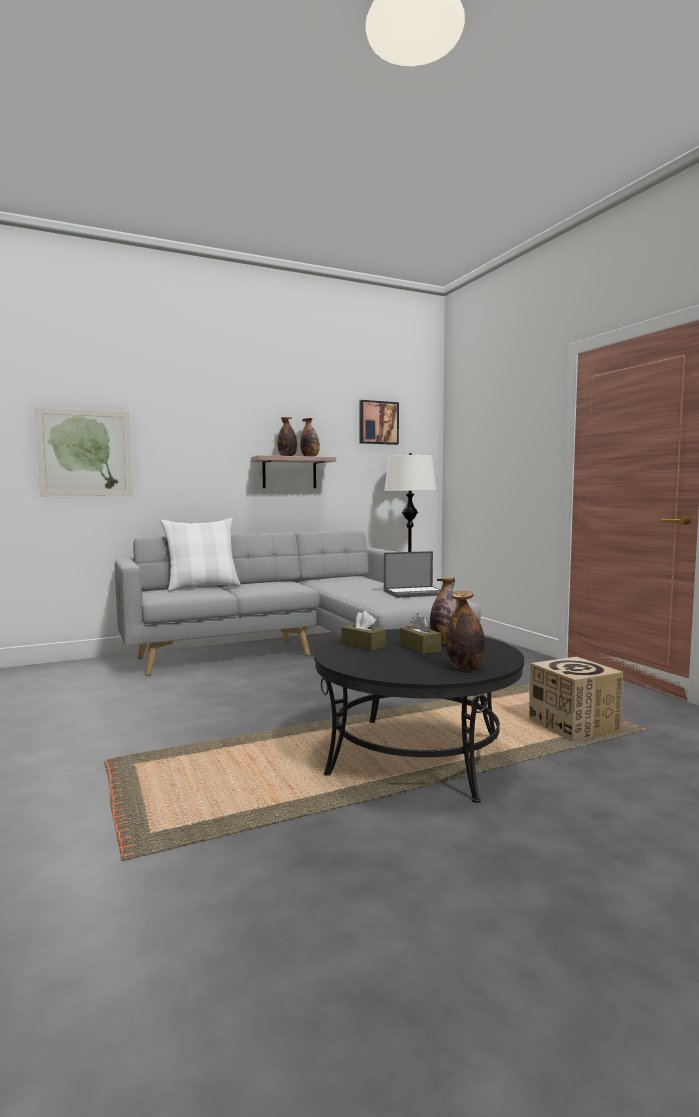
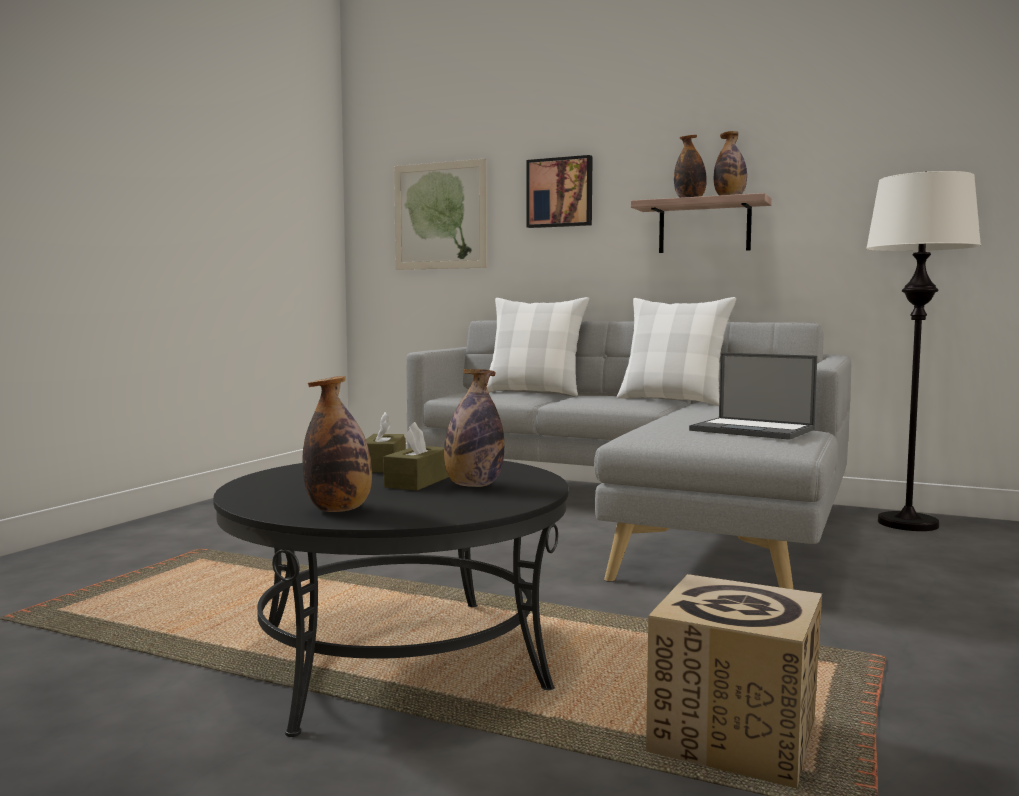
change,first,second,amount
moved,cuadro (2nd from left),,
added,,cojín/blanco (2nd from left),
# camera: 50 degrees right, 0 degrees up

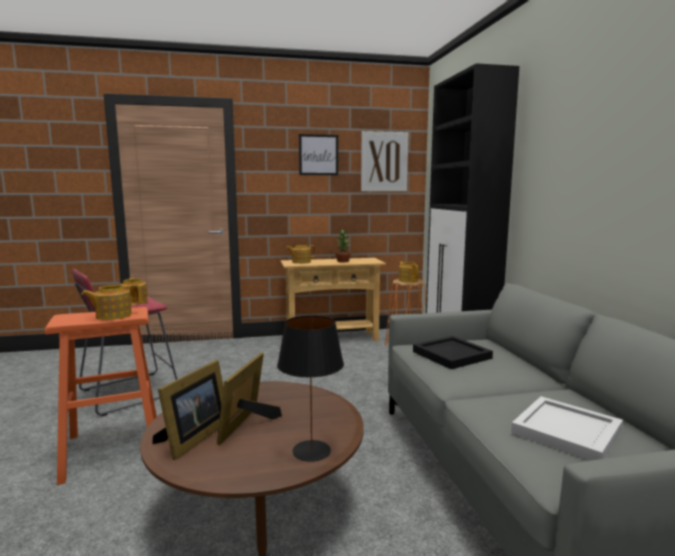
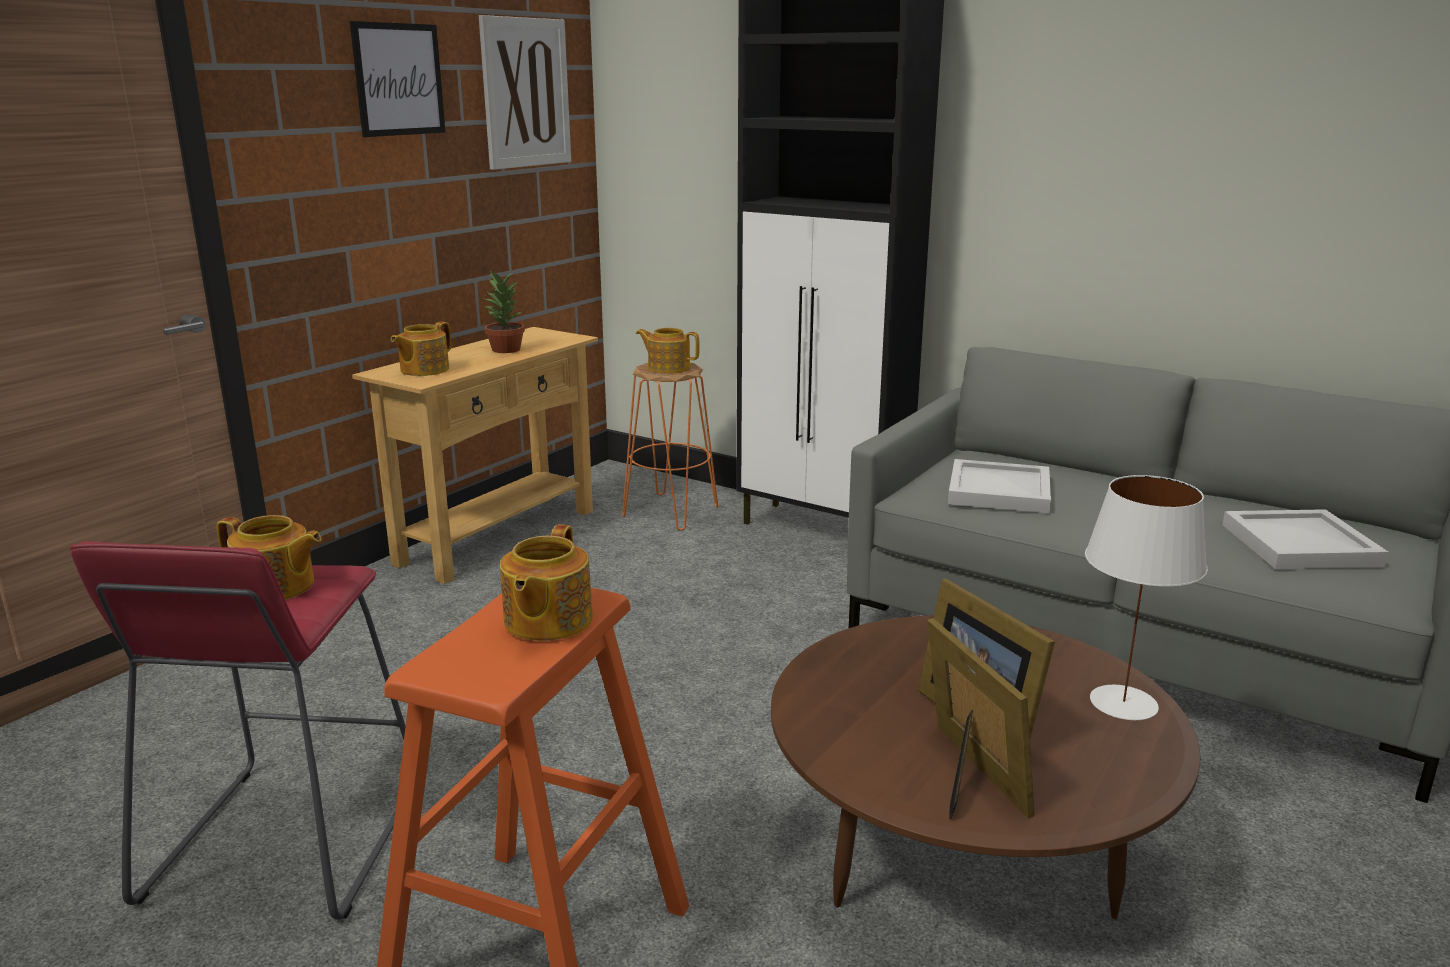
change,first,second,amount
recoloured,lámpara de mesa/negro,lámpara de mesa/blanco,
recoloured,bandeja/negro,bandeja/blanco (1st from left),
# camera: 45 degrees left, 10 degrees up

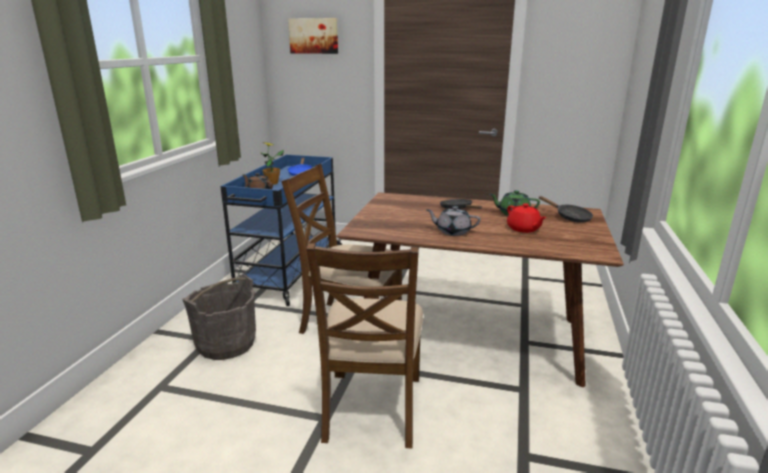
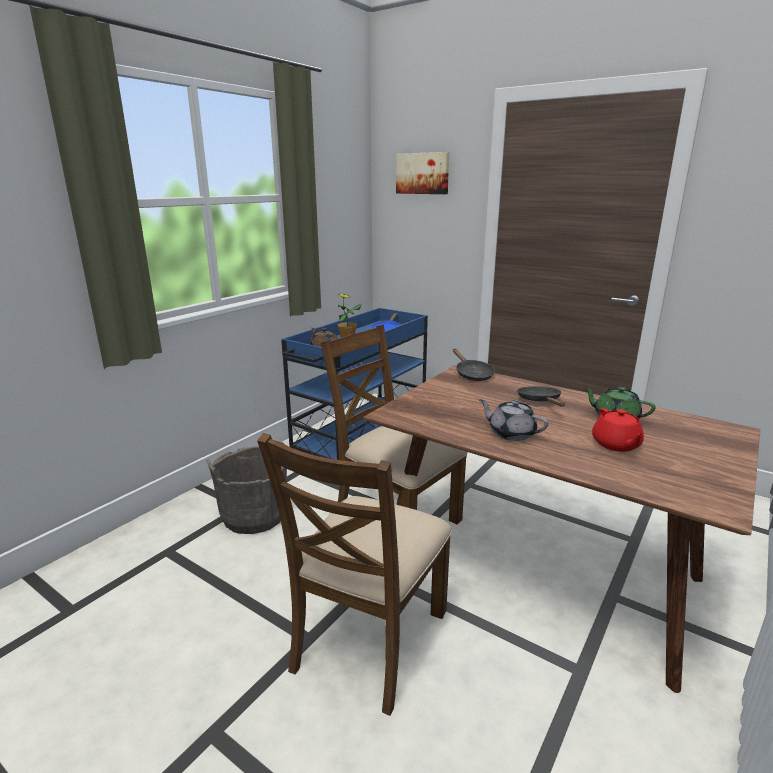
change,first,second,amount
moved,sartén/negro (2nd from left in the first image),sartén/negro (1st from left),
# camera: 20 degrees right, 0 degrees up

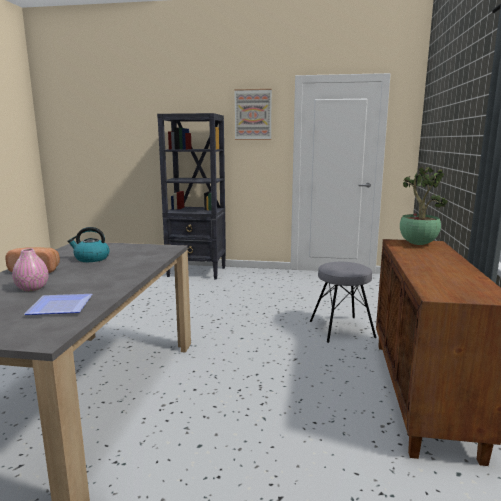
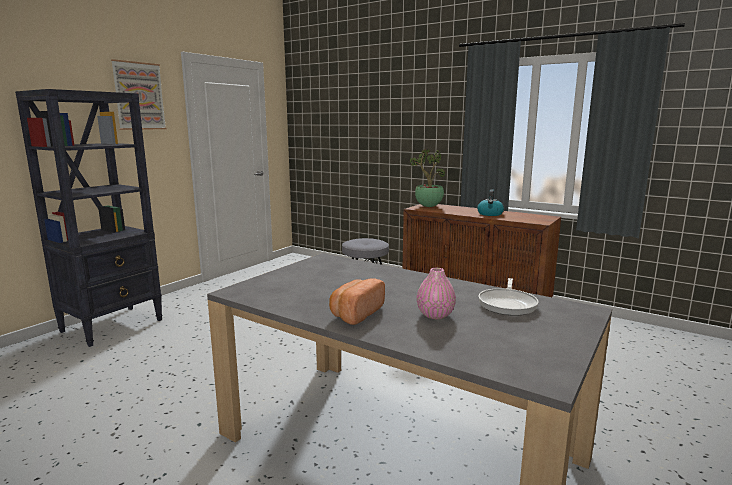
change,first,second,amount
moved,hervidor,,
replaced,plato,sartén,
# camera: 65 degrees left, 0 degrees up

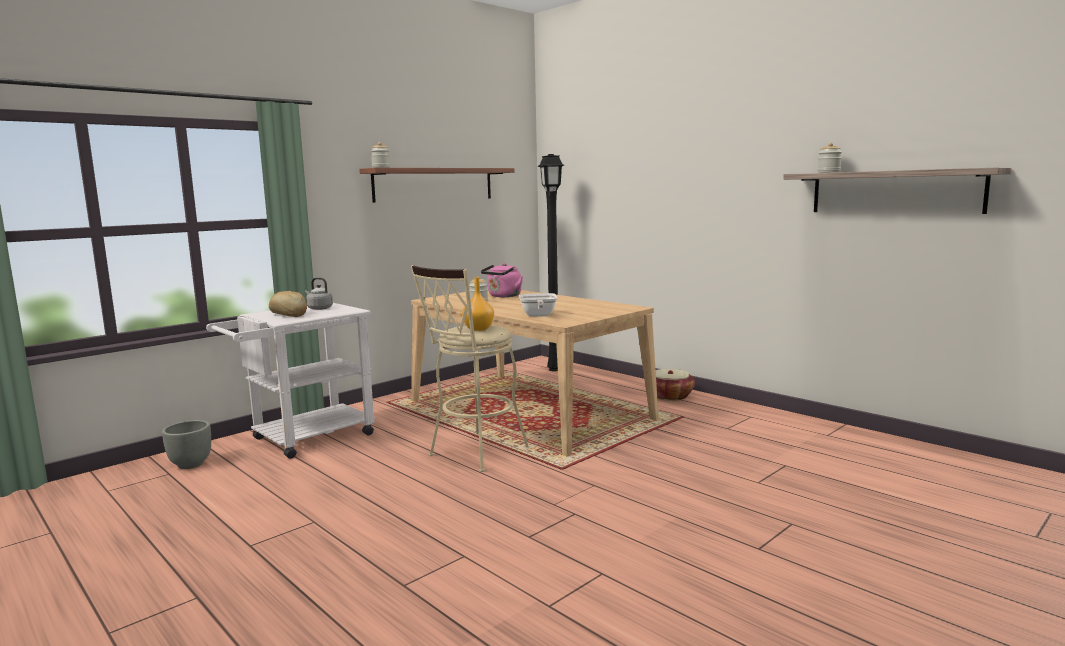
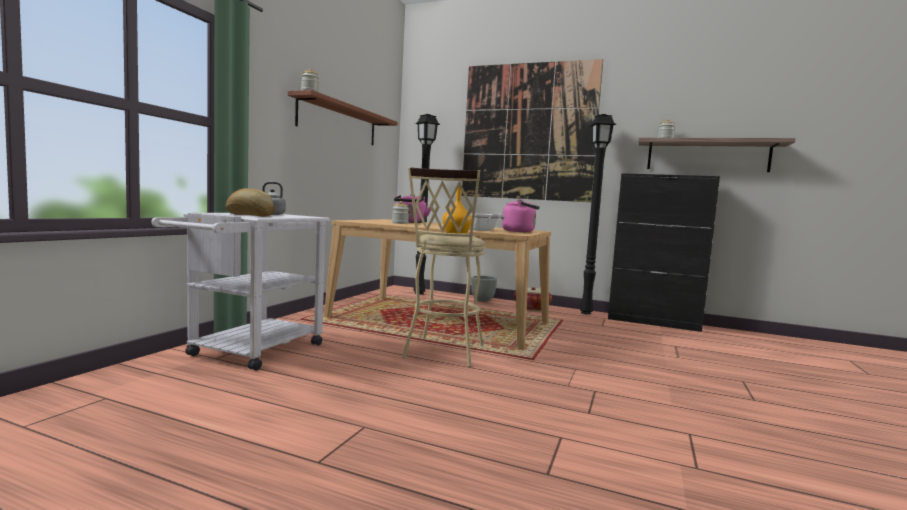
change,first,second,amount
moved,maceta/gris,,
added,,cuadro,
added,,lámpara de pie/negro (2nd from left),
added,,armario/negro,
added,,hervidor/rosa (2nd from left),
# camera: 25 degrees left, 5 degrees down

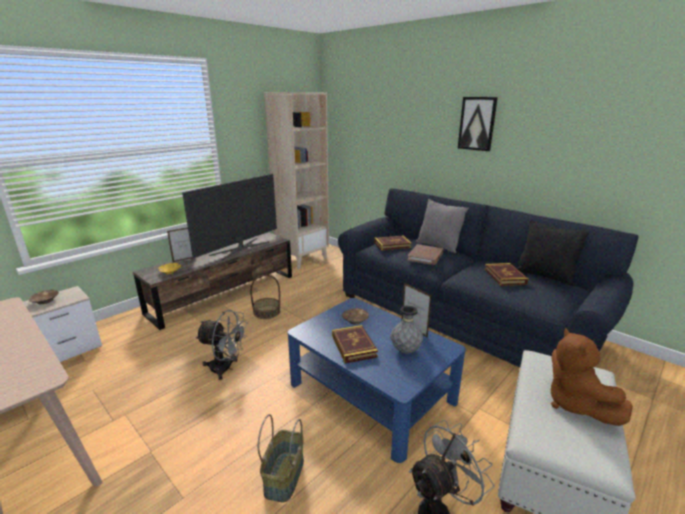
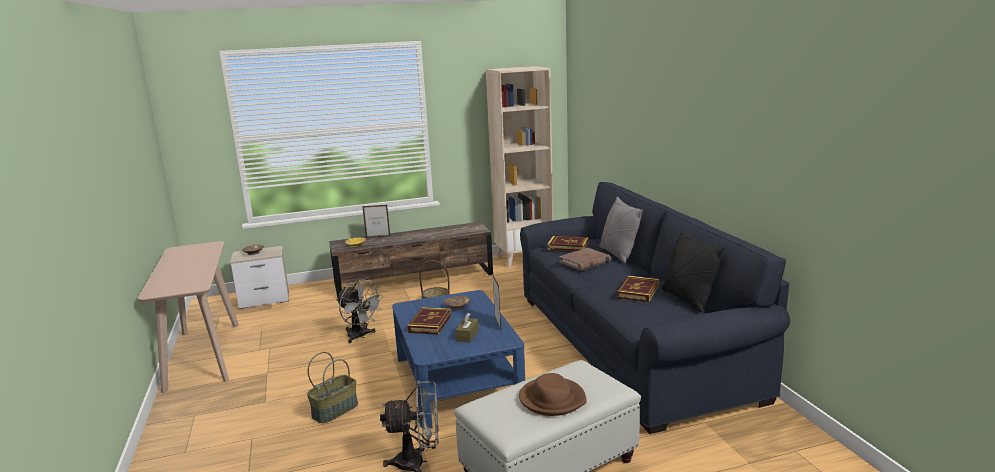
change,first,second,amount
removed,cuadro,,
removed,televisor,,
replaced,florero/gris,caja de pañuelos/marrón,
replaced,peluche/marrón,sombrero/marrón,
# camera: 30 degrees right, 5 degrees down

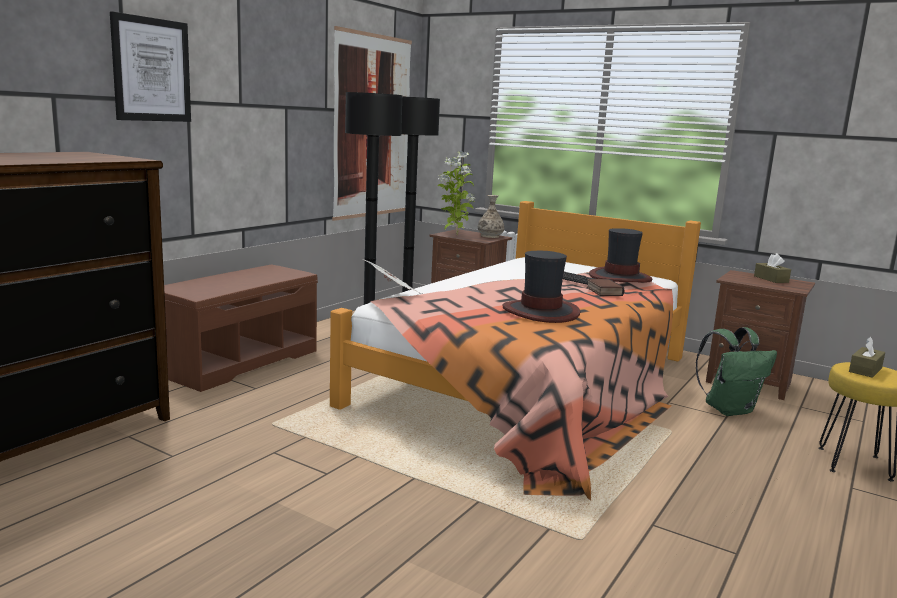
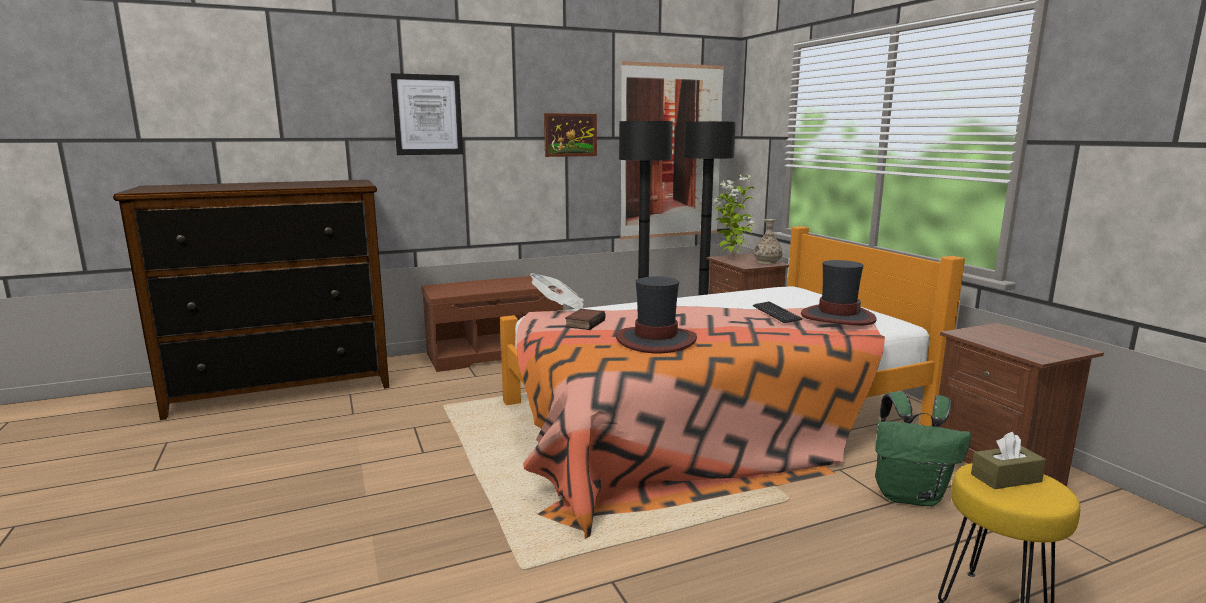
change,first,second,amount
removed,caja de pañuelos/marrón (1st from left),,
moved,libro,,
added,,cuadro (2nd from left),
# camera: 35 degrees right, 0 degrees up

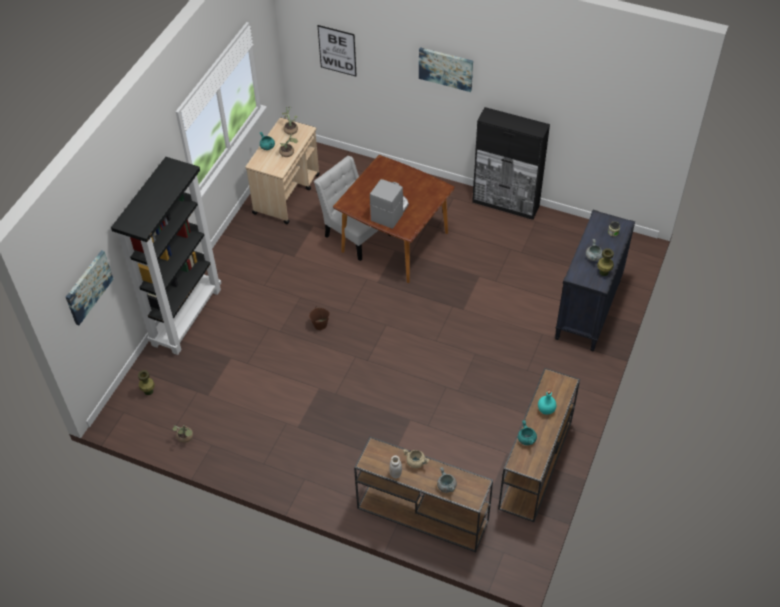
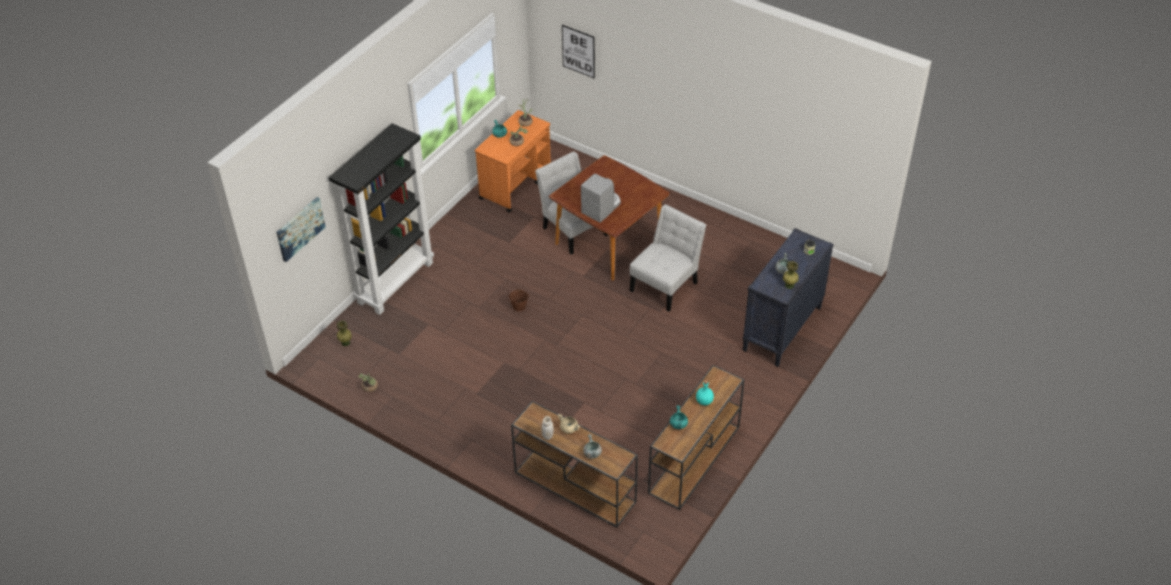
change,first,second,amount
removed,cuadro (3rd from left),,
removed,armario/negro,,
recoloured,carrito/beis,carrito/naranja,
added,,silla/blanco (2nd from left),
# camera: 10 degrees right, 5 degrees down

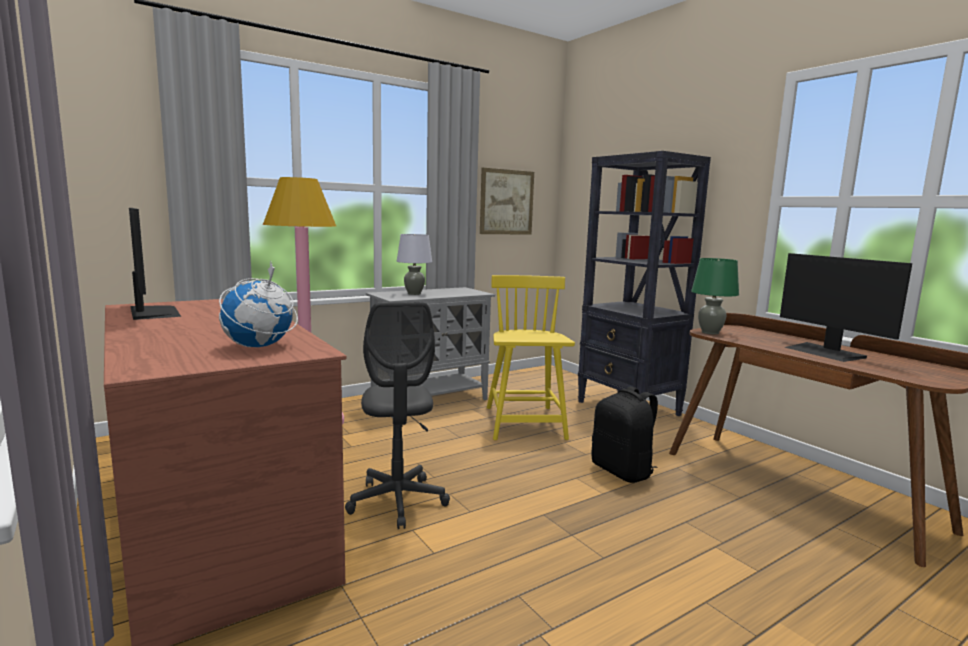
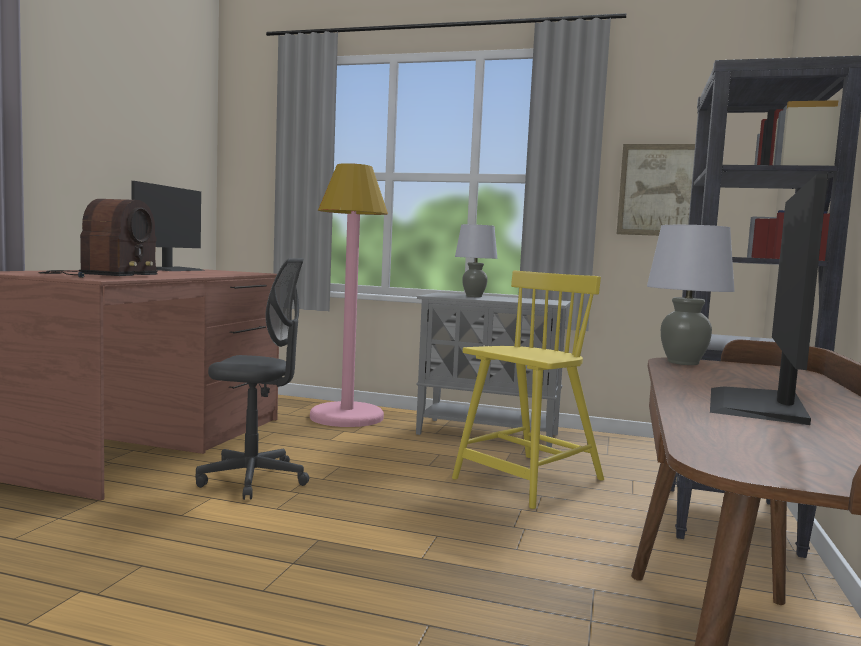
change,first,second,amount
recoloured,lámpara de mesa/verde,lámpara de mesa/gris (2nd from left),
replaced,globo terráqueo,radio,
turned,silla de oficina/gris,,120 degrees counterclockwise
removed,mochila/negro,,
# camera: 50 degrees right, 5 degrees down

